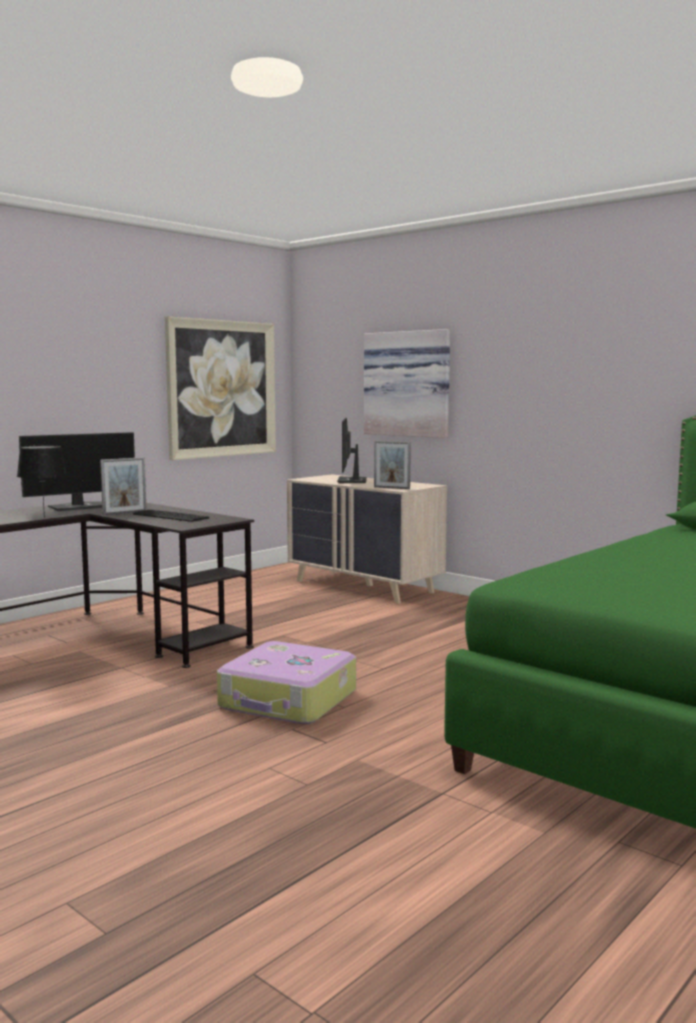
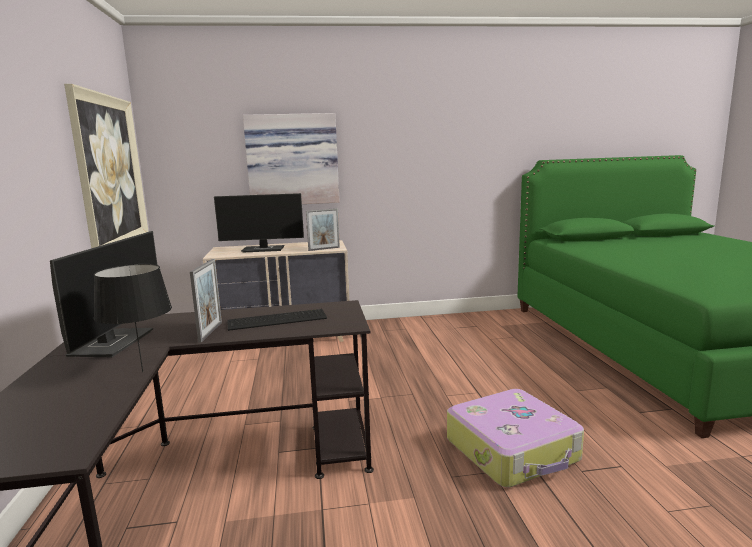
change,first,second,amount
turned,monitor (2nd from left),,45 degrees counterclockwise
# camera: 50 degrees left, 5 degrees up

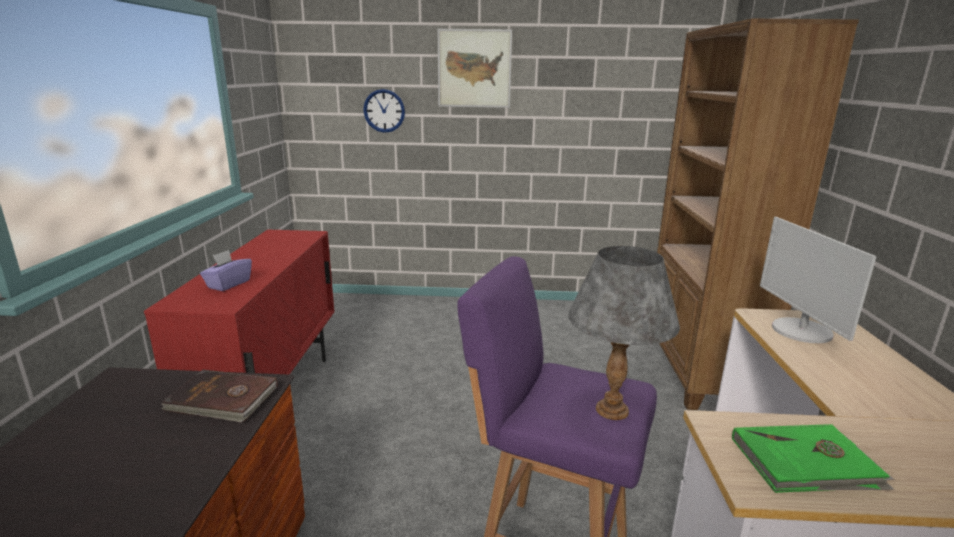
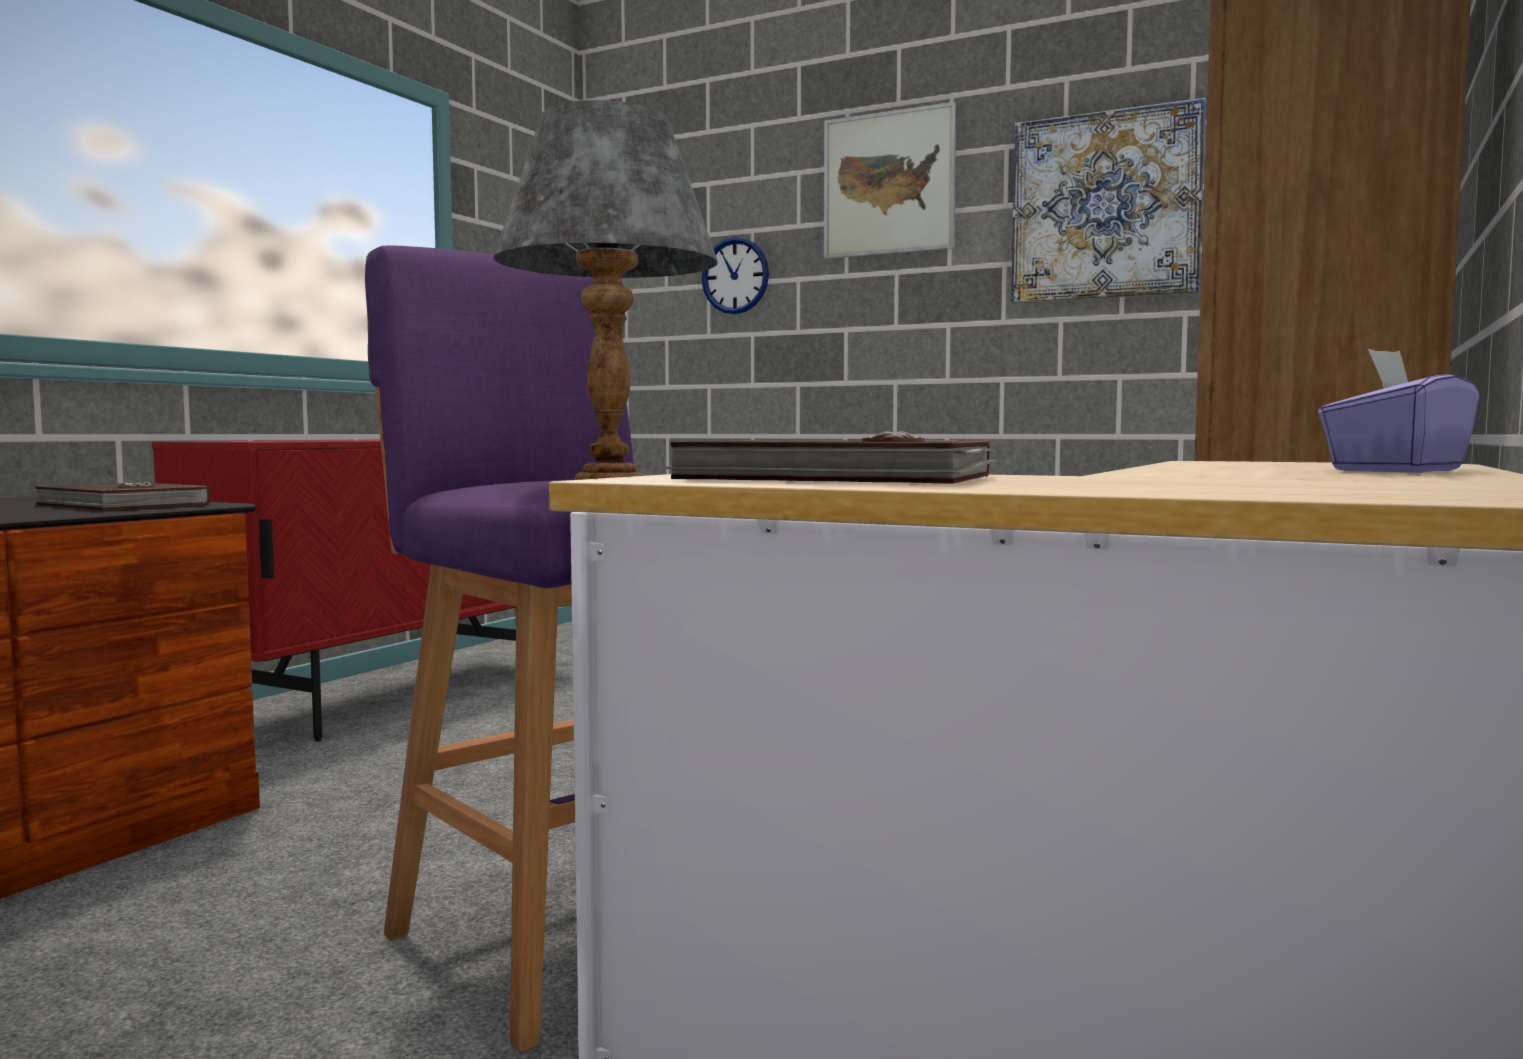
change,first,second,amount
removed,monitor,,
moved,caja de pañuelos/morado,,
recoloured,libro/verde,libro/marrón (2nd from left),
added,,cuadro (2nd from left),
# camera: 25 degrees right, 15 degrees down

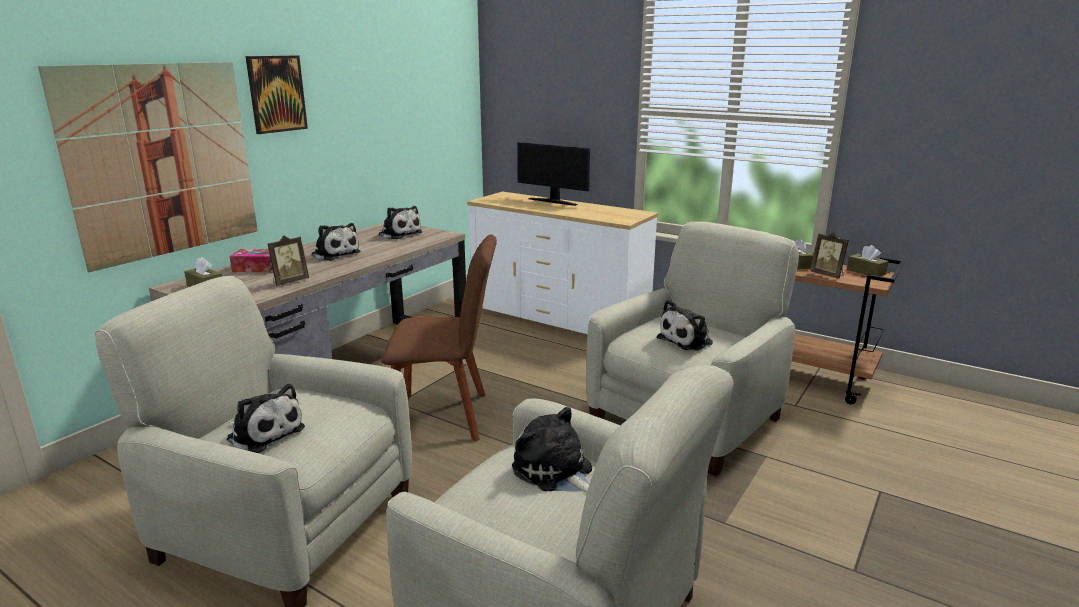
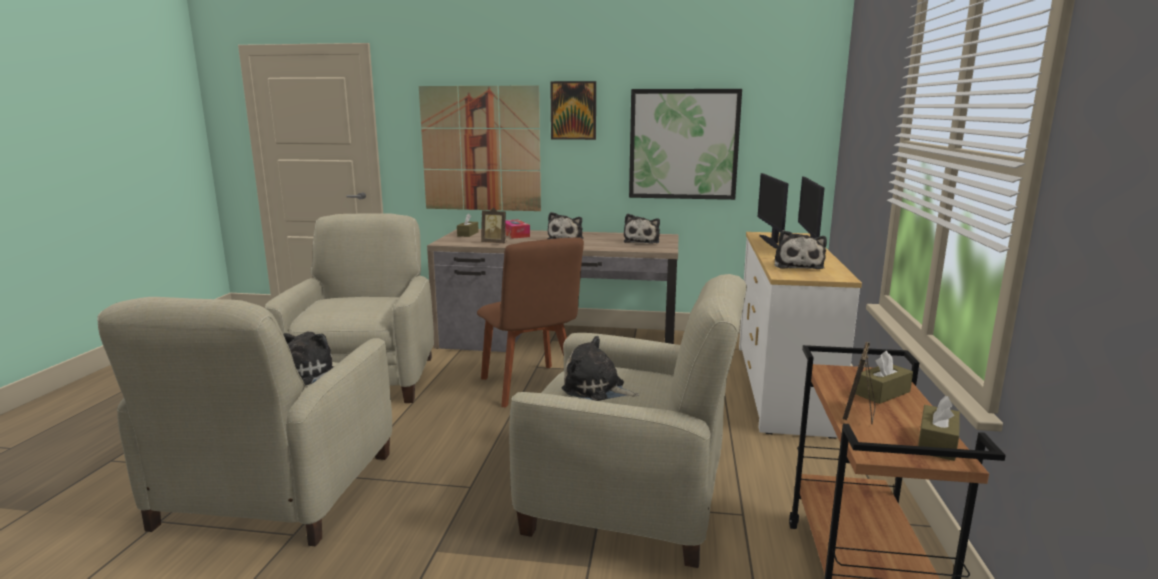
change,first,second,amount
moved,peluche (1st from left in the first image),peluche (5th from left),
added,,cuadro (3rd from left),
added,,monitor (1st from left),
# camera: 65 degrees right, 5 degrees down

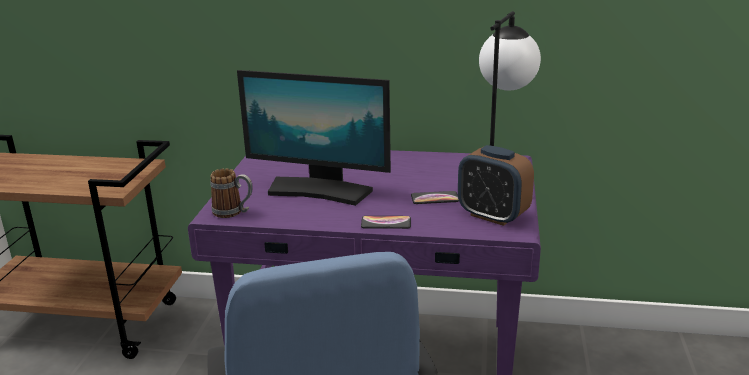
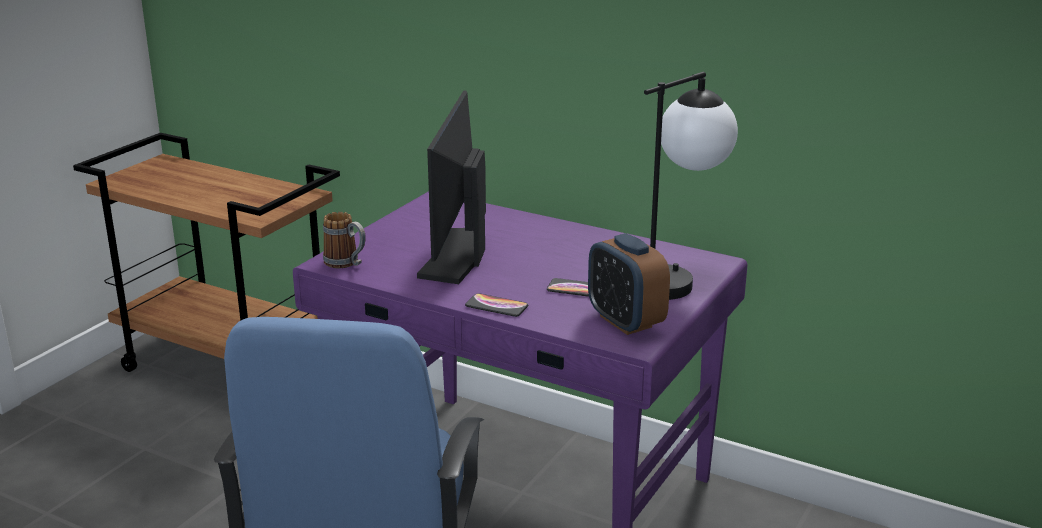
change,first,second,amount
turned,monitor,,60 degrees clockwise
# camera: 20 degrees right, 0 degrees up

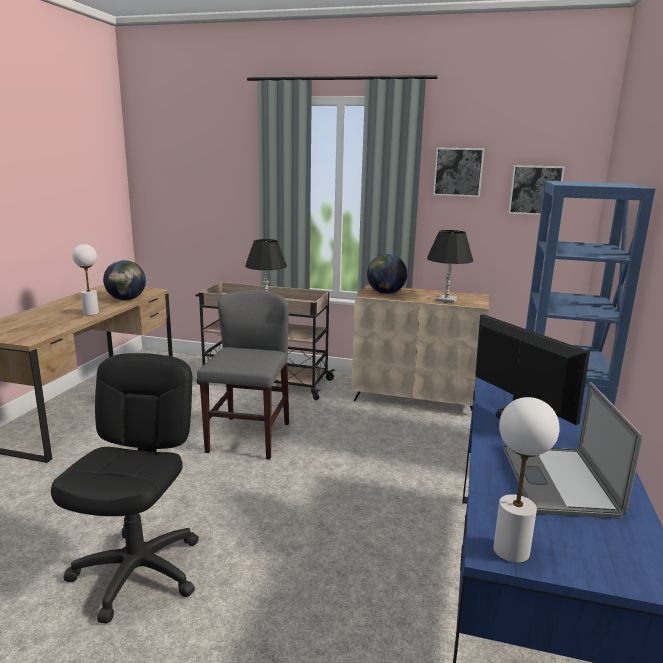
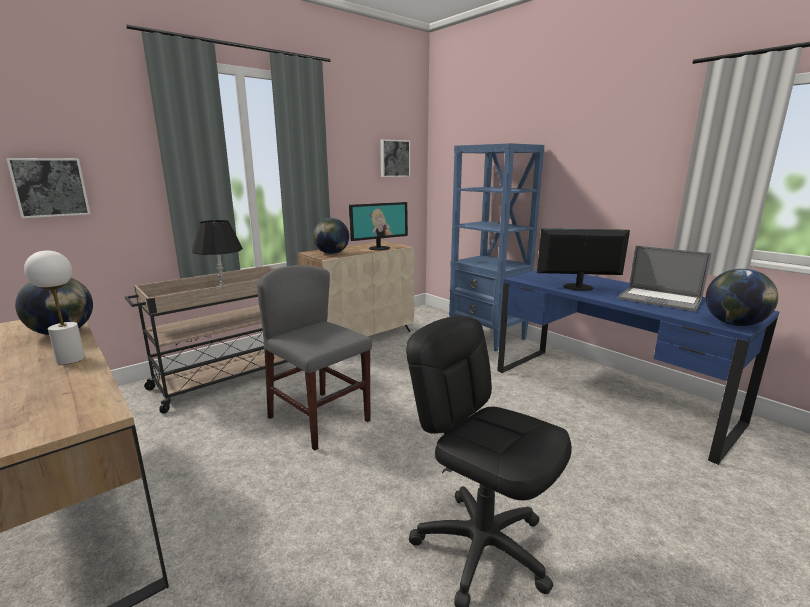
change,first,second,amount
moved,cuadro (1st from left),,
replaced,lámpara de mesa/negro (2nd from left),monitor (1st from left),
replaced,lámpara de mesa/blanco (2nd from left),globo terráqueo (3rd from left),
# camera: 55 degrees left, 0 degrees up

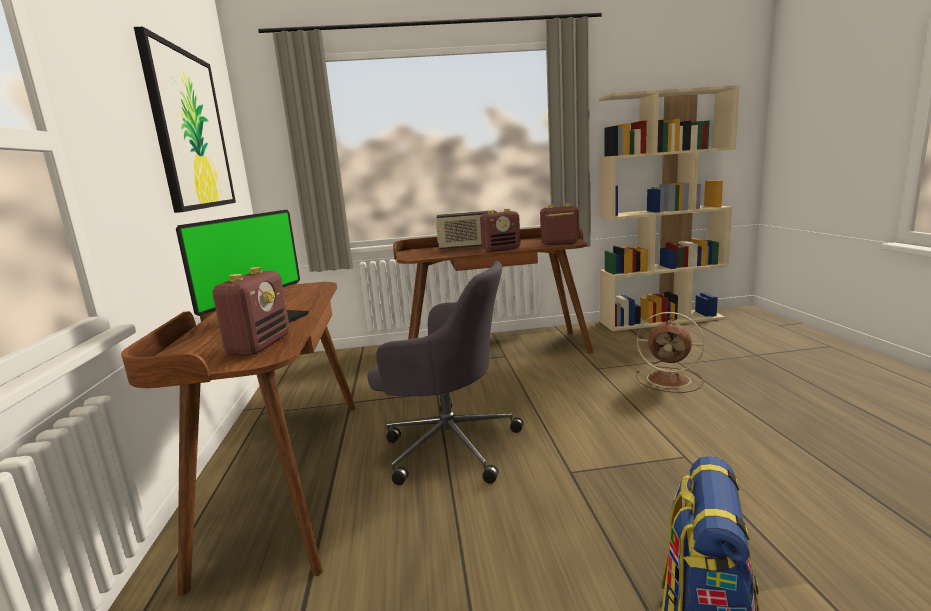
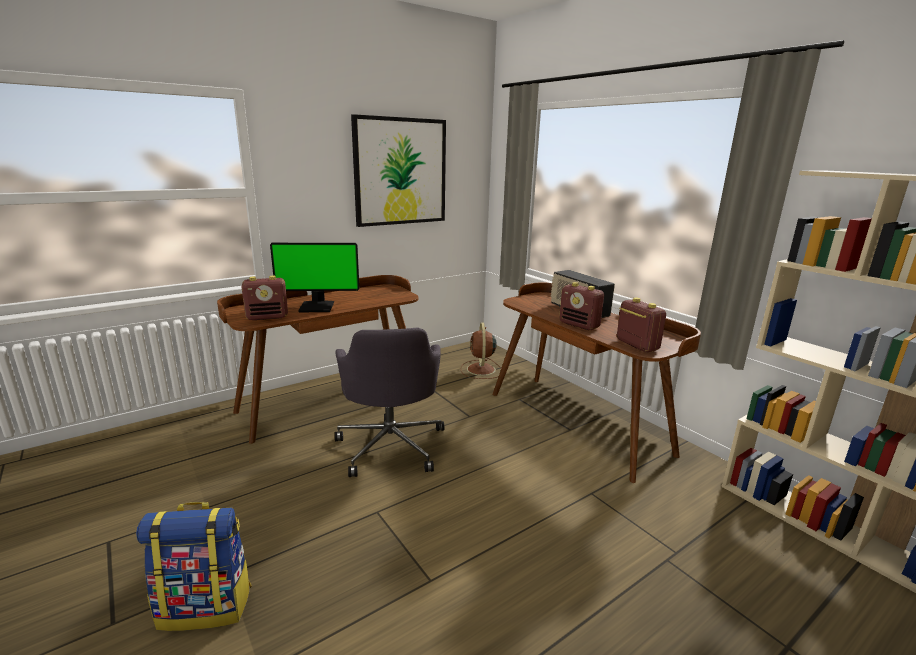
change,first,second,amount
moved,ventilador/marrón,,
# camera: 60 degrees right, 5 degrees up

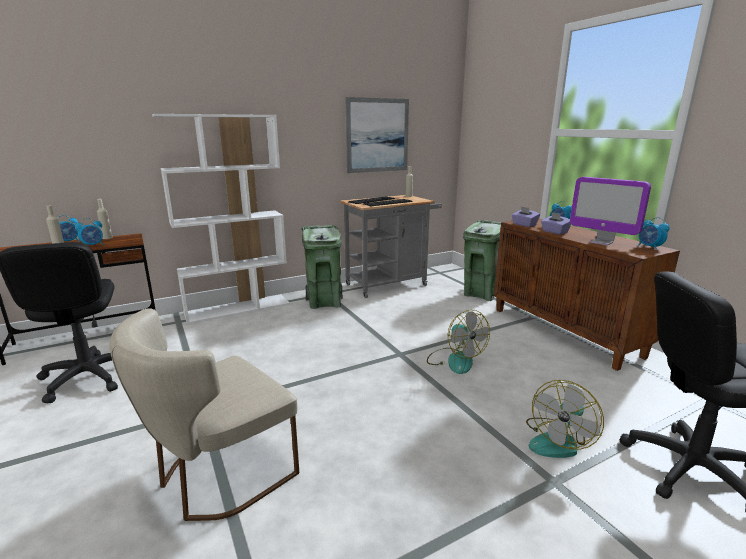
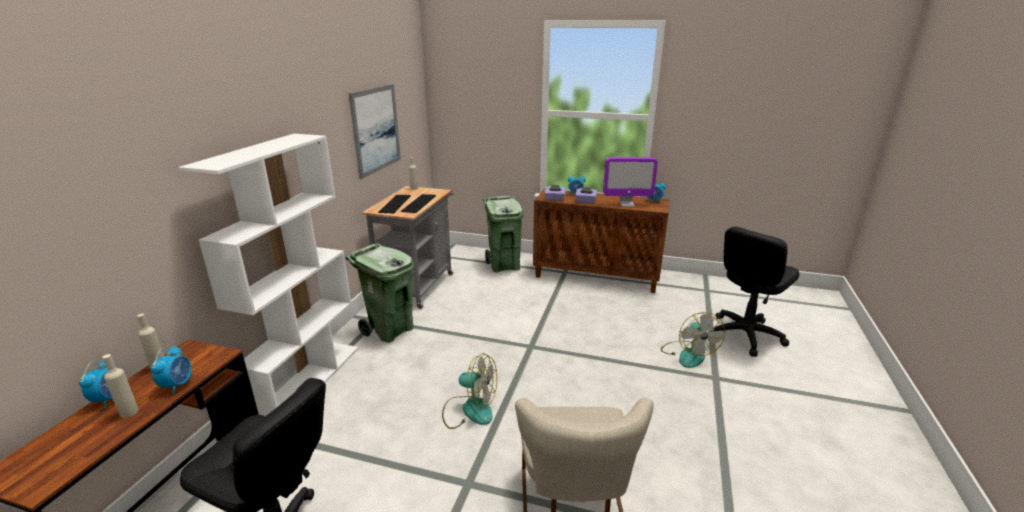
change,first,second,amount
moved,ventilador (1st from left),,
# camera: 45 degrees left, 5 degrees up

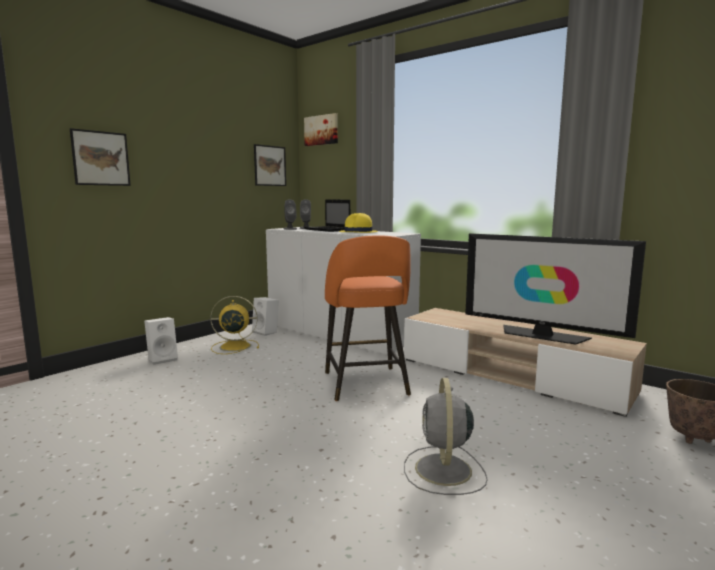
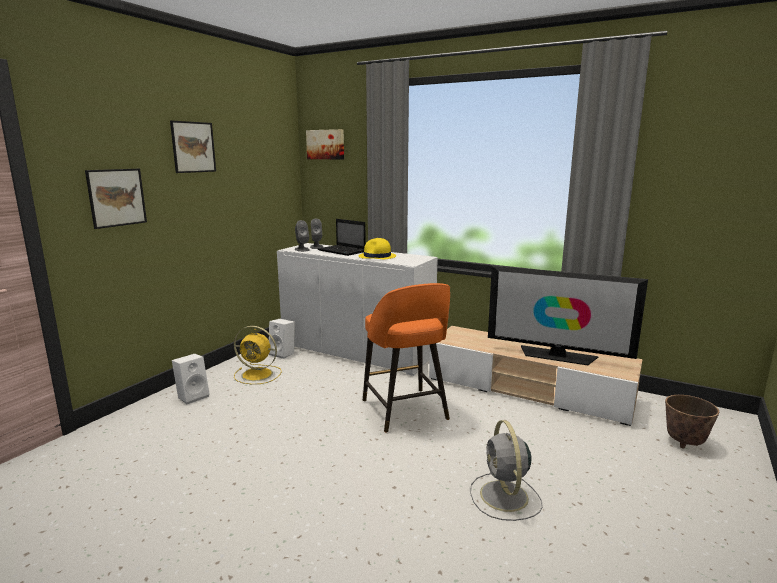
change,first,second,amount
moved,cuadro (2nd from left),,
turned,ventilador/amarillo,,150 degrees counterclockwise
# camera: 10 degrees left, 5 degrees up

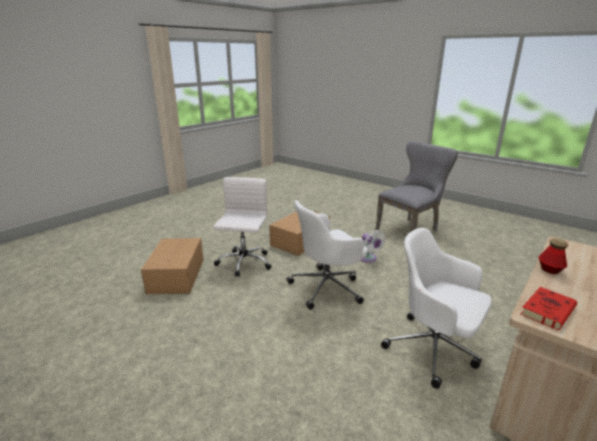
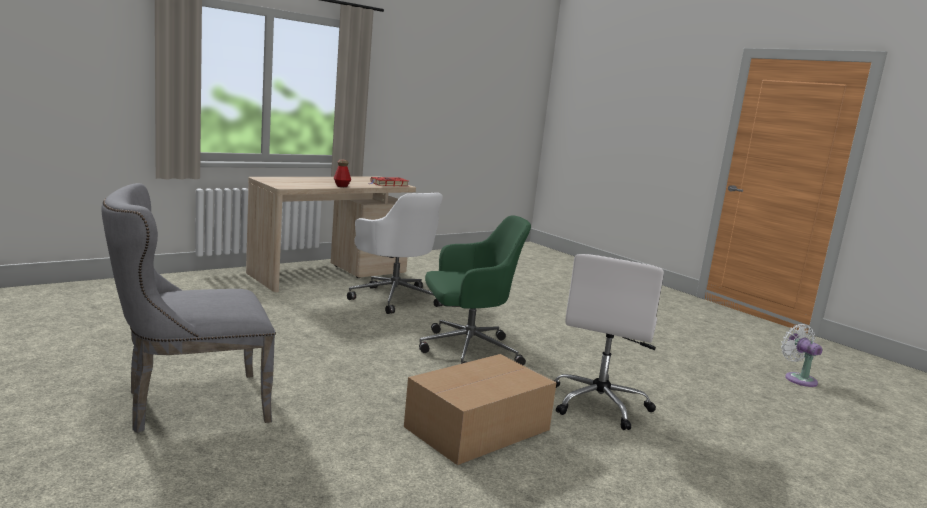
change,first,second,amount
recoloured,silla de oficina/blanco (2nd from left),silla de oficina/verde,
moved,ventilador/blanco,,
removed,caja de cartón (1st from left),,
# camera: 170 degrees left, 10 degrees down

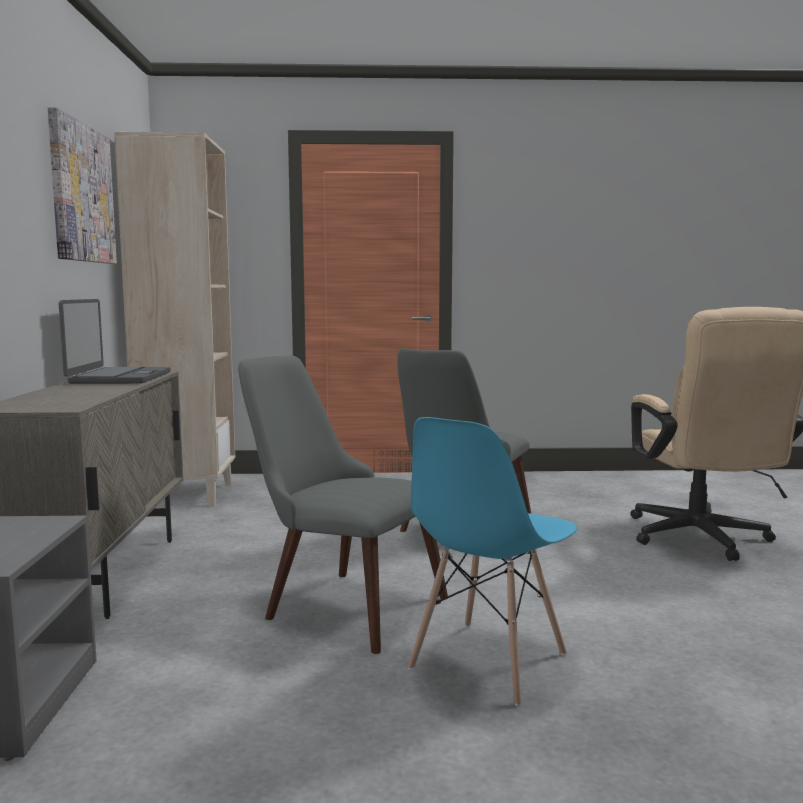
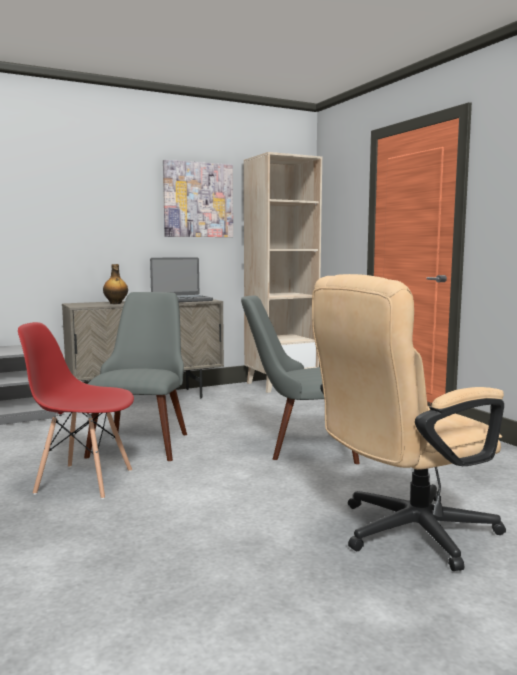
change,first,second,amount
recoloured,silla/azul,silla/rojo,
added,,botella,
# camera: 65 degrees right, 0 degrees up

